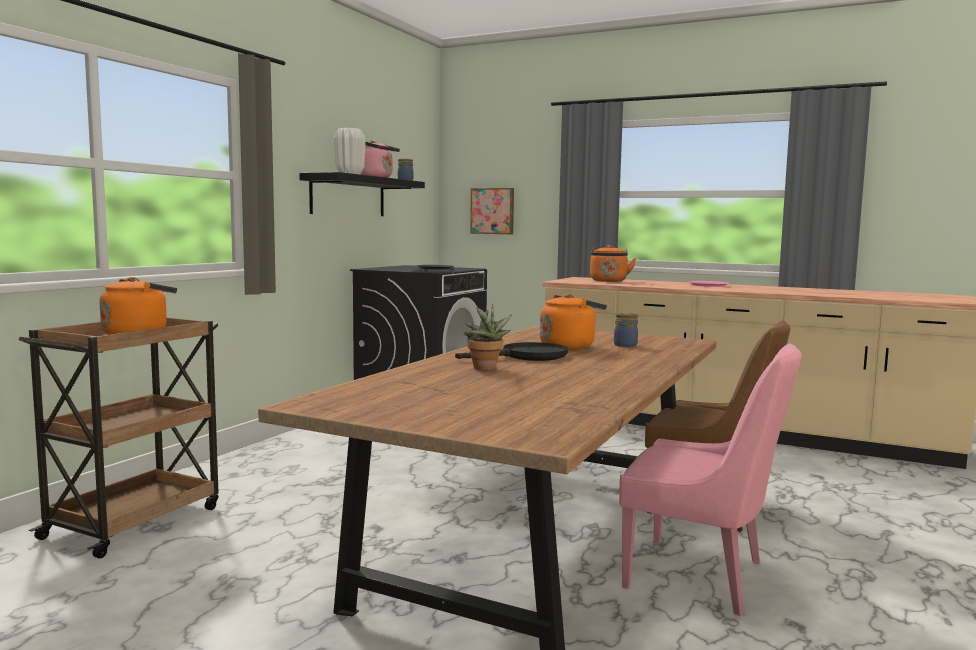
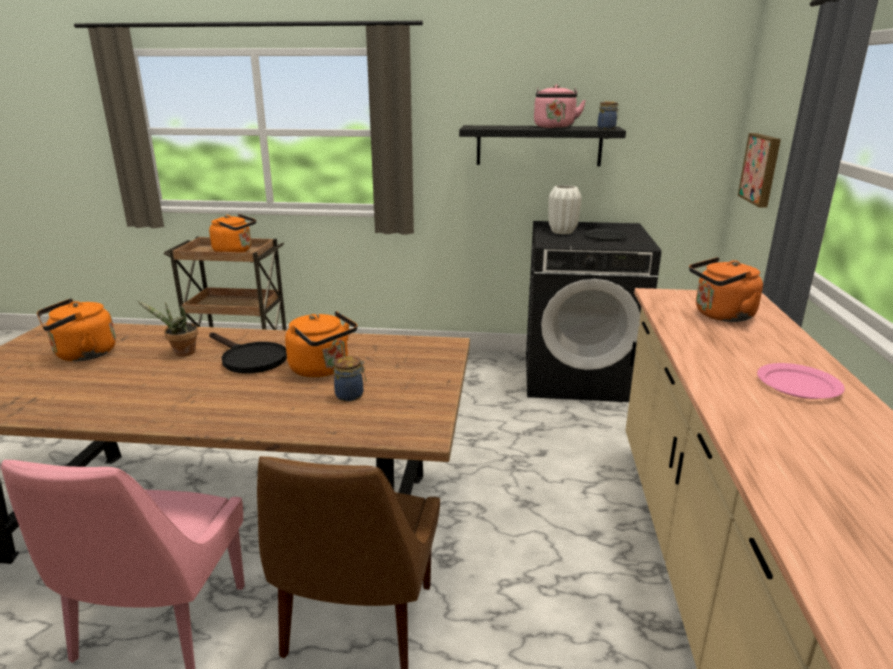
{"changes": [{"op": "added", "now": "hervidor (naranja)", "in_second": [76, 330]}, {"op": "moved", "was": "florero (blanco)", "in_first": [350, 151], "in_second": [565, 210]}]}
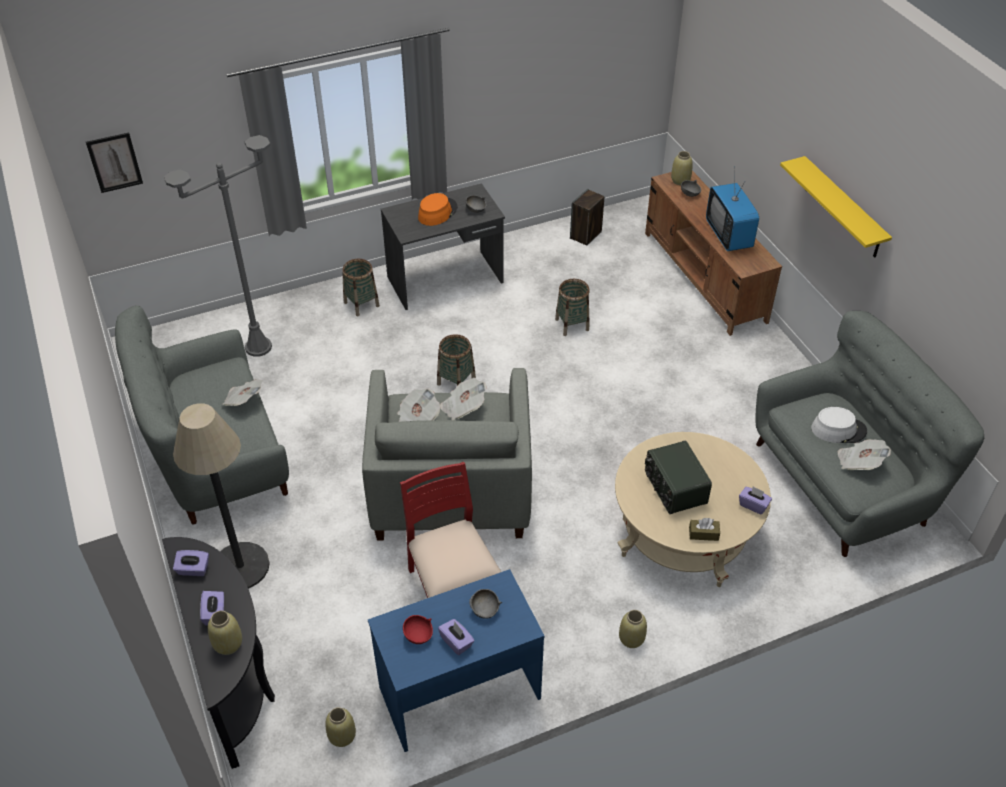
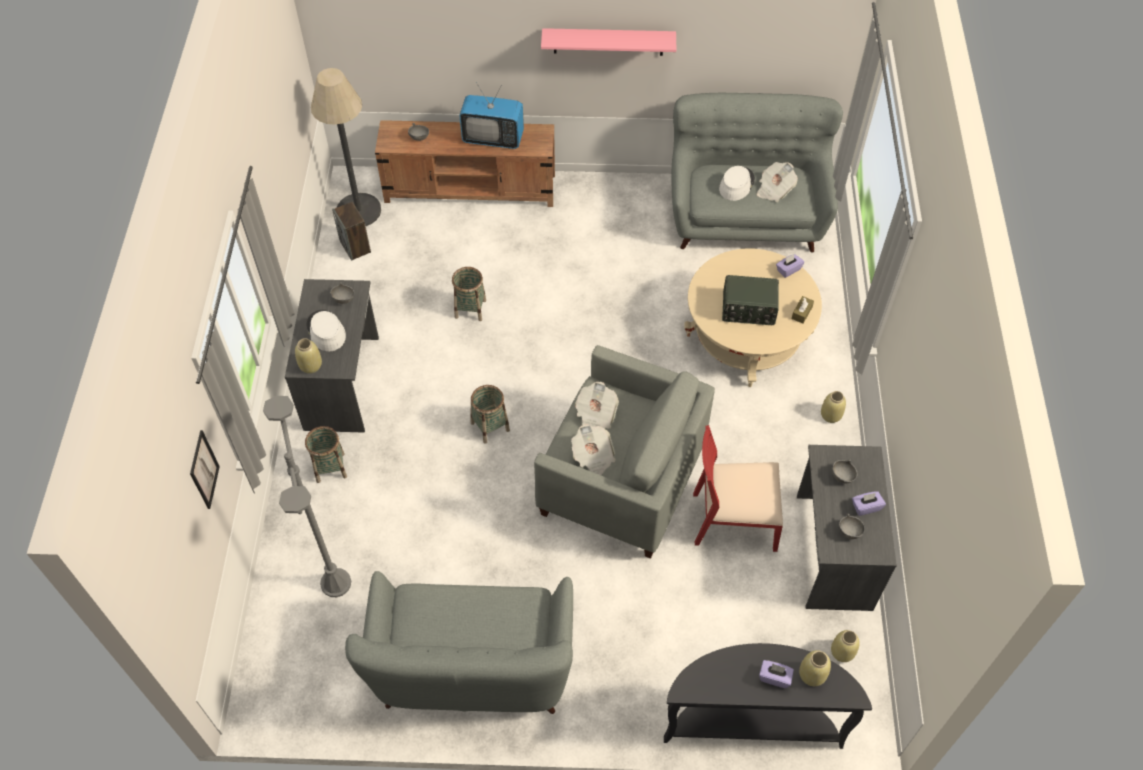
{"changes": [{"op": "removed", "was": "caja de pañuelos (morado)", "in_first": [191, 563]}, {"op": "removed", "was": "periódico", "in_first": [242, 392]}, {"op": "moved", "was": "cuadro", "in_first": [114, 163], "in_second": [205, 469]}, {"op": "moved", "was": "lámpara de pie", "in_first": [221, 495], "in_second": [346, 147]}, {"op": "moved", "was": "florero (beis)", "in_first": [682, 168], "in_second": [308, 356]}, {"op": "recoloured", "was": "escritorio (azul)", "now": "escritorio (gris)", "in_first": [456, 660], "in_second": [847, 528]}, {"op": "recoloured", "was": "cuenco (rojo)", "now": "cuenco (gris)", "in_first": [418, 629], "in_second": [852, 526]}, {"op": "recoloured", "was": "sombrero (naranja)", "now": "sombrero (blanco)", "in_first": [437, 209], "in_second": [326, 330]}, {"op": "recoloured", "was": "estante (amarillo)", "now": "estante (rosa)", "in_first": [836, 206], "in_second": [608, 42]}]}
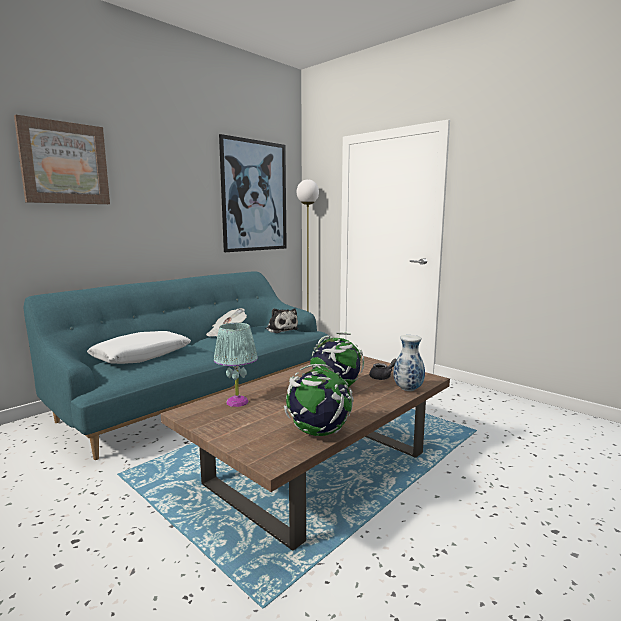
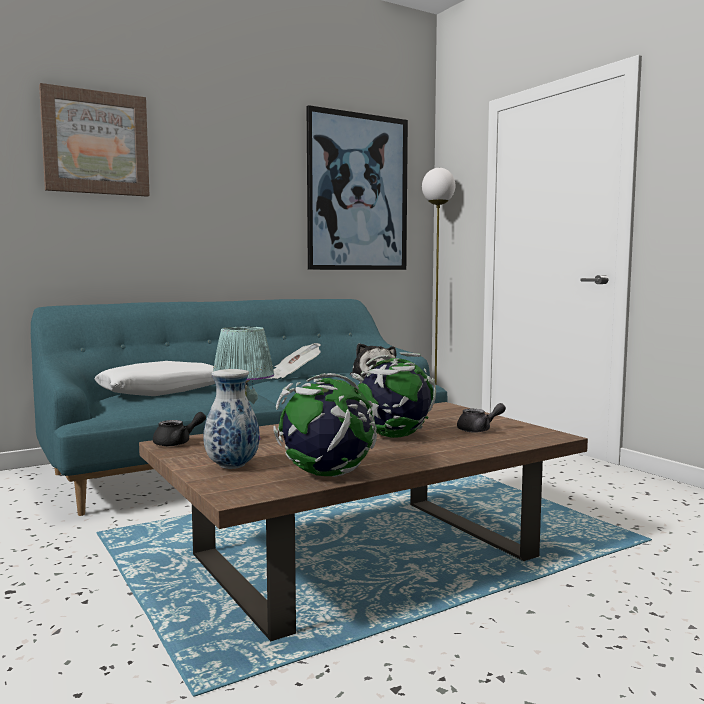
{"changes": [{"op": "added", "now": "tetera (negro)", "in_second": [179, 429]}, {"op": "moved", "was": "florero", "in_first": [409, 363], "in_second": [231, 419]}]}
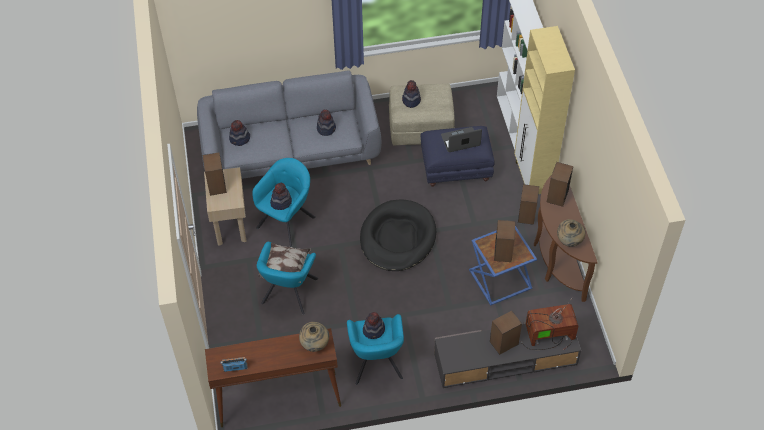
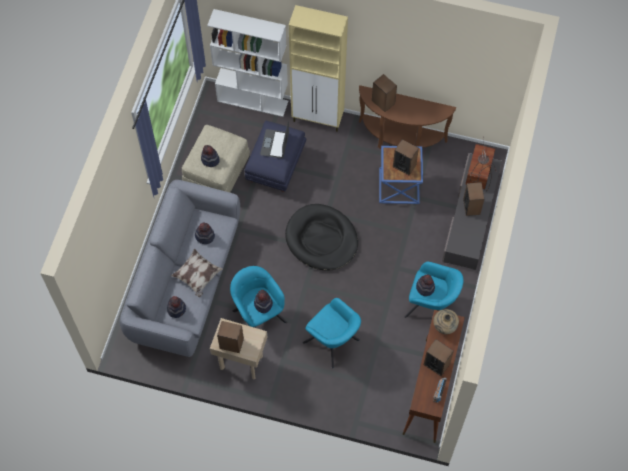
{"changes": [{"op": "removed", "was": "florero (beis)", "in_first": [571, 233]}, {"op": "moved", "was": "cojín", "in_first": [284, 263], "in_second": [197, 273]}, {"op": "moved", "was": "altavoz", "in_first": [528, 204], "in_second": [439, 357]}]}
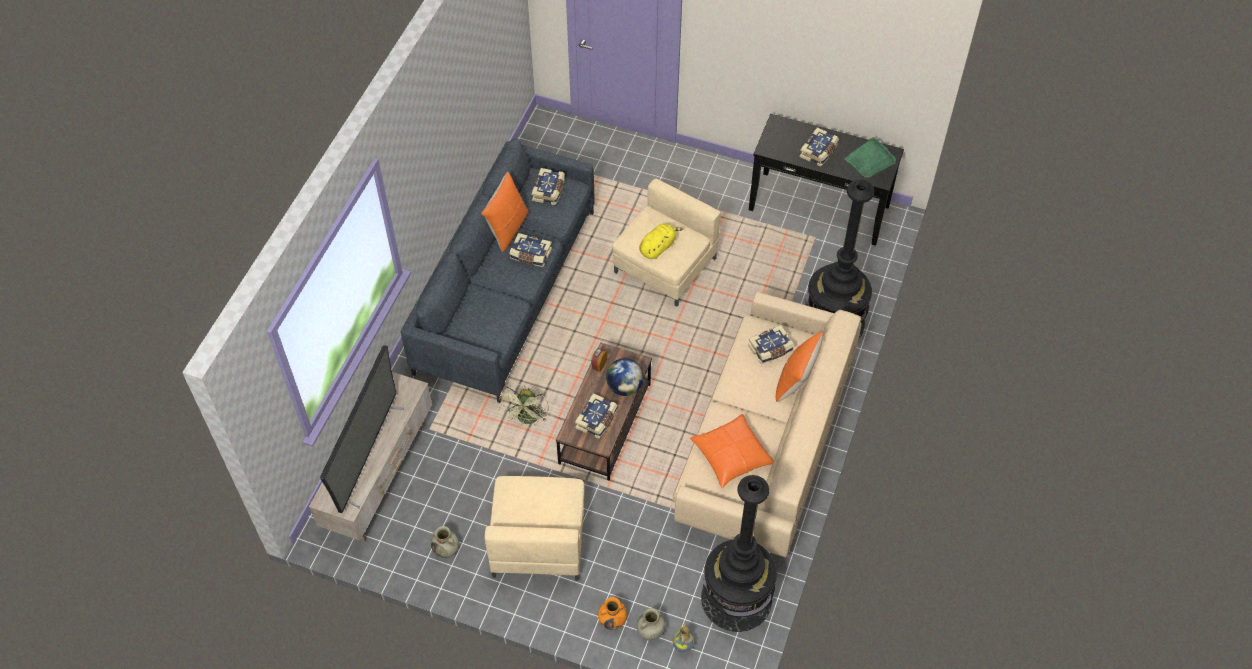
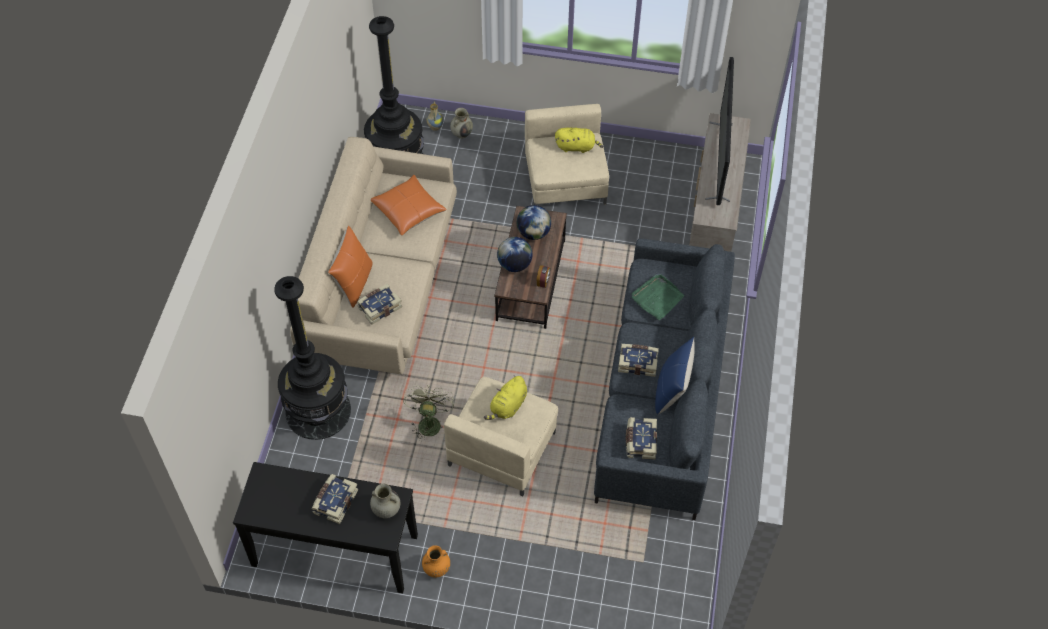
{"changes": [{"op": "added", "now": "peluche (amarillo)", "in_second": [579, 140]}, {"op": "moved", "was": "florero (beis)", "in_first": [445, 542], "in_second": [385, 501]}, {"op": "moved", "was": "ventilador (verde)", "in_first": [524, 404], "in_second": [428, 413]}, {"op": "moved", "was": "florero (naranja)", "in_first": [612, 613], "in_second": [436, 561]}, {"op": "moved", "was": "bandeja (verde)", "in_first": [870, 157], "in_second": [658, 297]}, {"op": "replaced", "was": "libro", "now": "globo terráqueo", "in_first": [596, 416], "in_second": [534, 222]}, {"op": "recoloured", "was": "cojín (naranja)", "now": "cojín (azul)", "in_first": [504, 212], "in_second": [675, 376]}]}
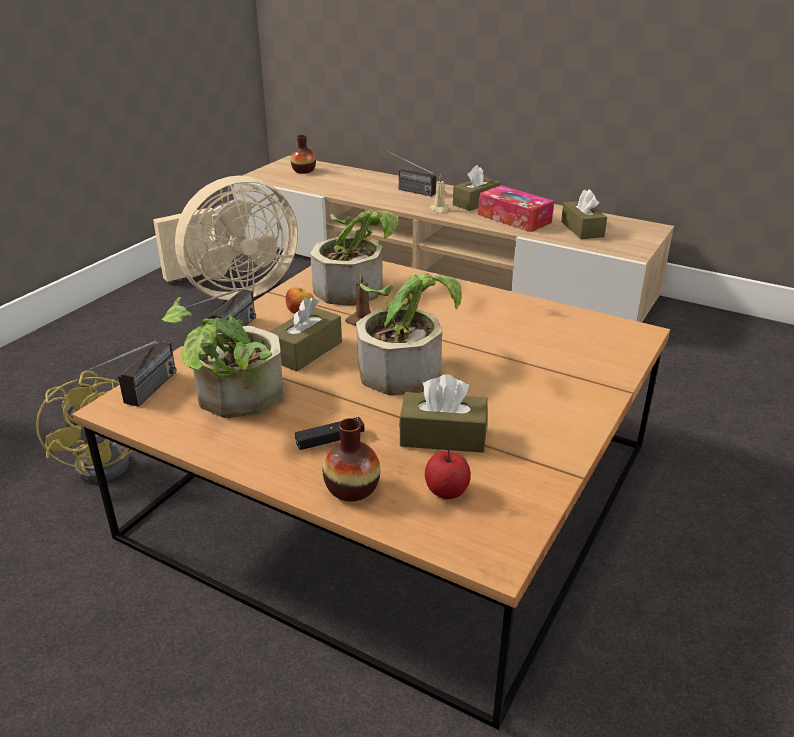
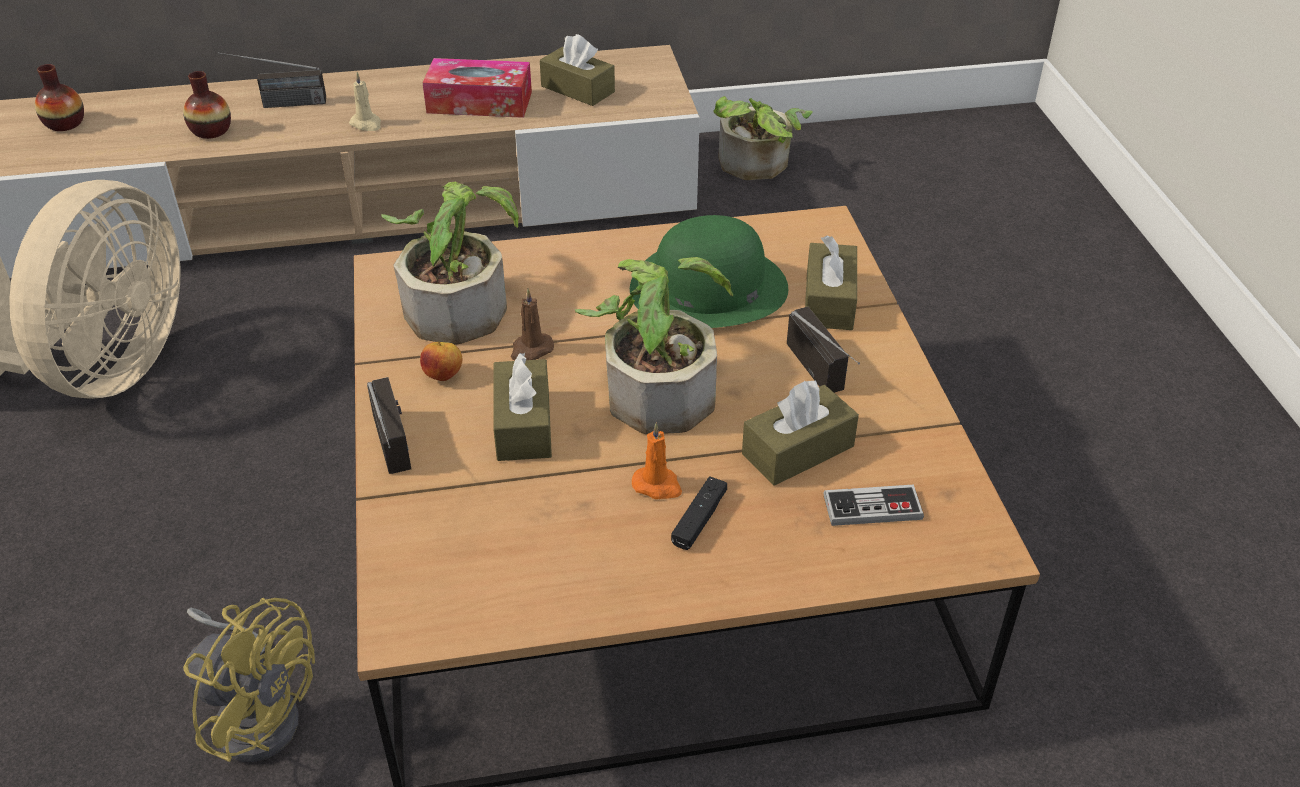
{"changes": [{"op": "added", "now": "sombrero (verde)", "in_second": [709, 271]}, {"op": "added", "now": "vela (naranja)", "in_second": [657, 461]}, {"op": "moved", "was": "radio", "in_first": [132, 374], "in_second": [823, 350]}, {"op": "moved", "was": "planta en maceta", "in_first": [222, 357], "in_second": [763, 138]}, {"op": "moved", "was": "florero", "in_first": [351, 460], "in_second": [207, 105]}, {"op": "moved", "was": "caja de pañuelos (marrón)", "in_first": [476, 188], "in_second": [831, 283]}, {"op": "replaced", "was": "manzana", "now": "mando de consola", "in_first": [448, 474], "in_second": [873, 505]}]}
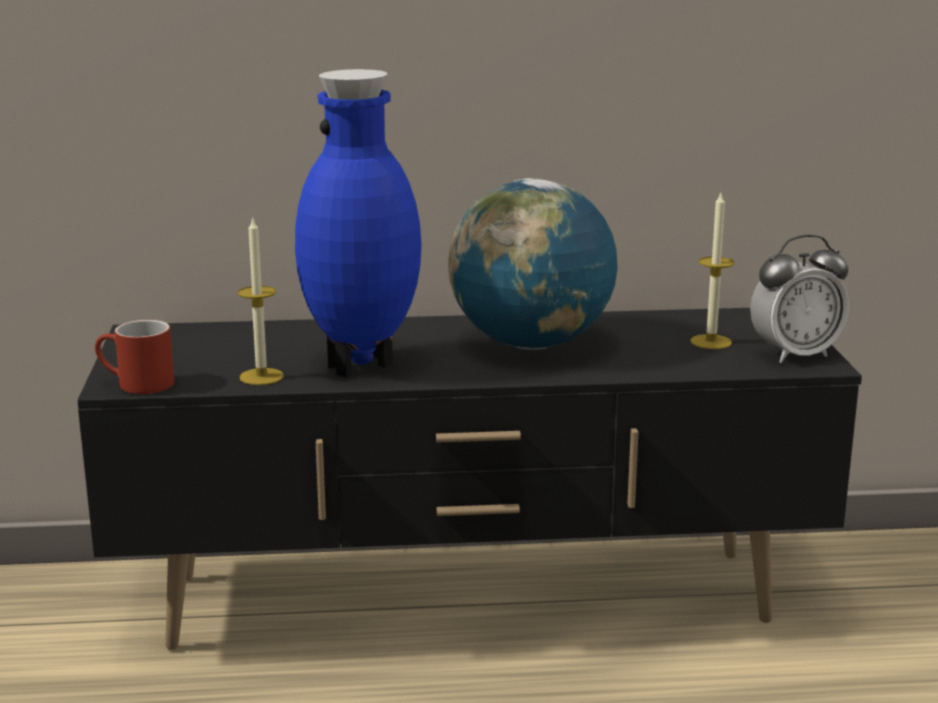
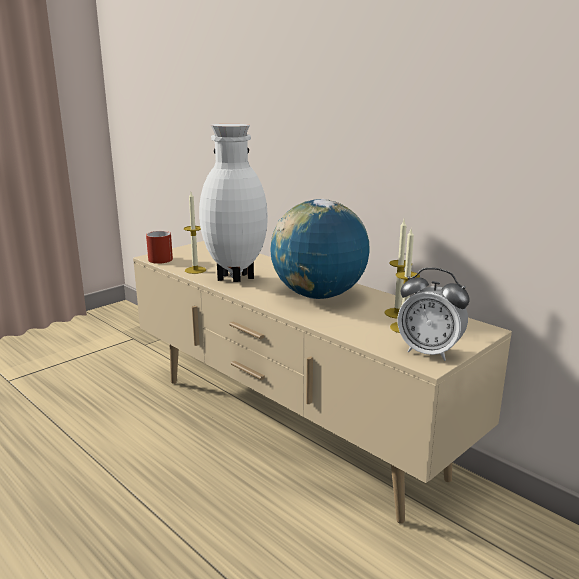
{"changes": [{"op": "added", "now": "vela", "in_second": [395, 269]}, {"op": "recoloured", "was": "mueble de televisión (negro)", "now": "mueble de televisión (beis)", "in_first": [469, 479], "in_second": [322, 382]}, {"op": "recoloured", "was": "florero (azul)", "now": "florero (blanco)", "in_first": [358, 223], "in_second": [233, 203]}]}
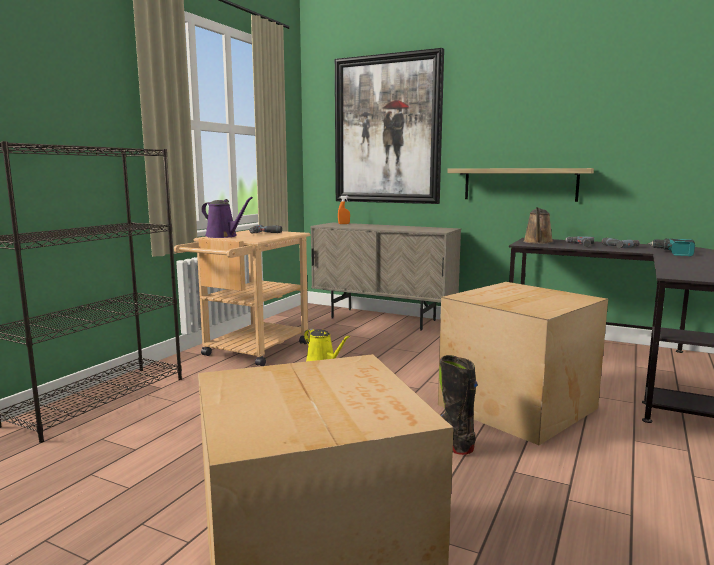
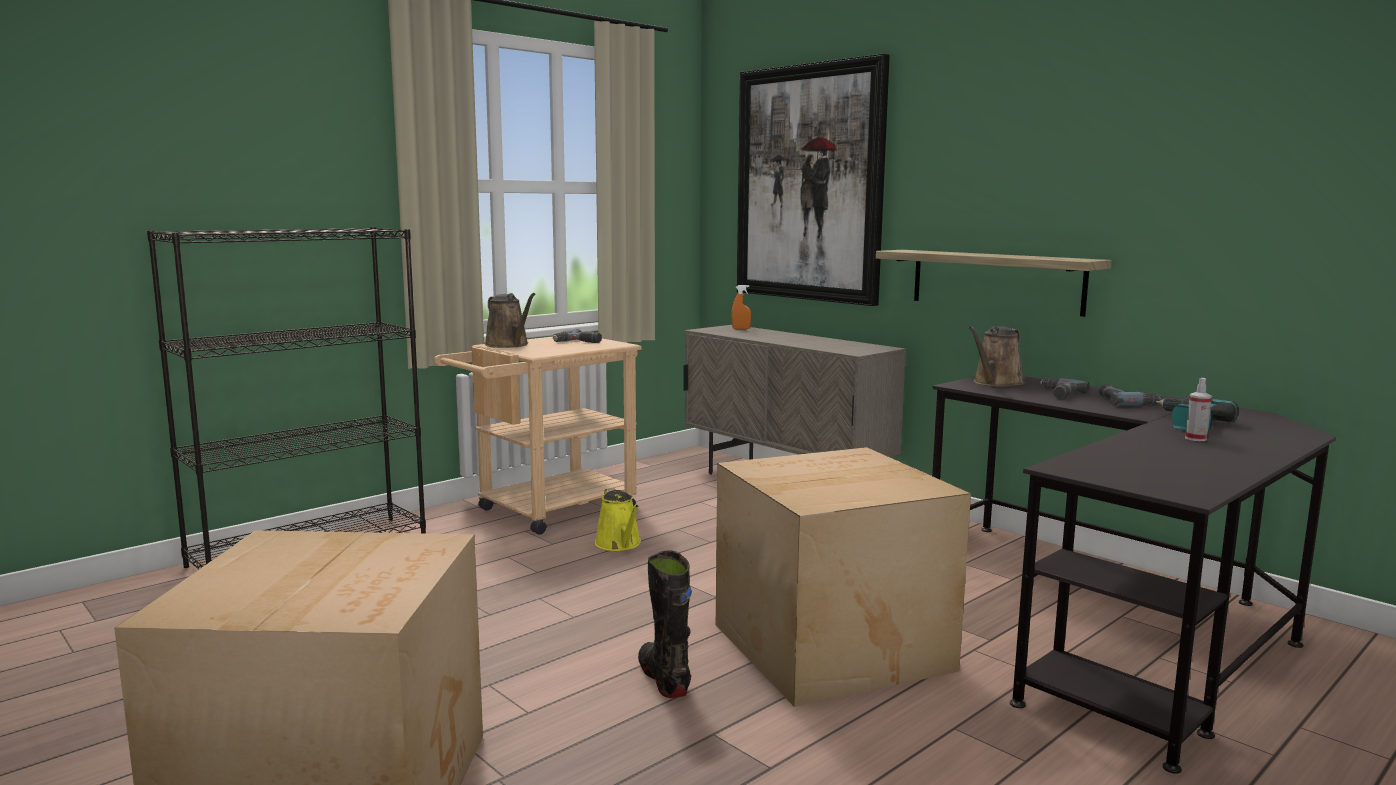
{"changes": [{"op": "added", "now": "pulverizador", "in_second": [1198, 409]}, {"op": "recoloured", "was": "regadera (morado)", "now": "regadera (marrón)", "in_first": [227, 217], "in_second": [510, 320]}]}
